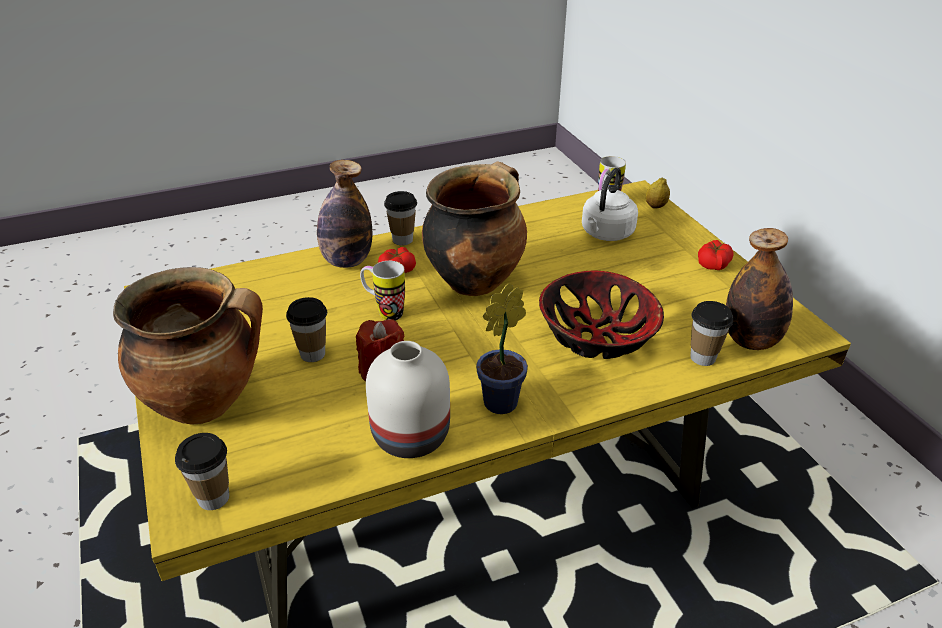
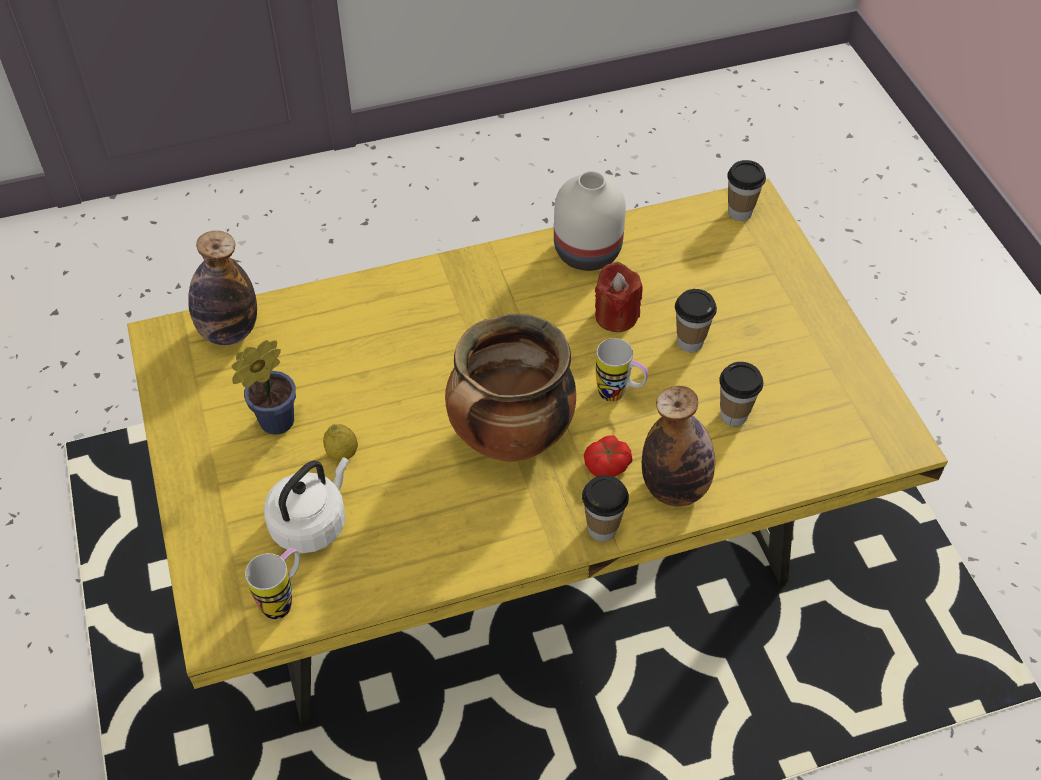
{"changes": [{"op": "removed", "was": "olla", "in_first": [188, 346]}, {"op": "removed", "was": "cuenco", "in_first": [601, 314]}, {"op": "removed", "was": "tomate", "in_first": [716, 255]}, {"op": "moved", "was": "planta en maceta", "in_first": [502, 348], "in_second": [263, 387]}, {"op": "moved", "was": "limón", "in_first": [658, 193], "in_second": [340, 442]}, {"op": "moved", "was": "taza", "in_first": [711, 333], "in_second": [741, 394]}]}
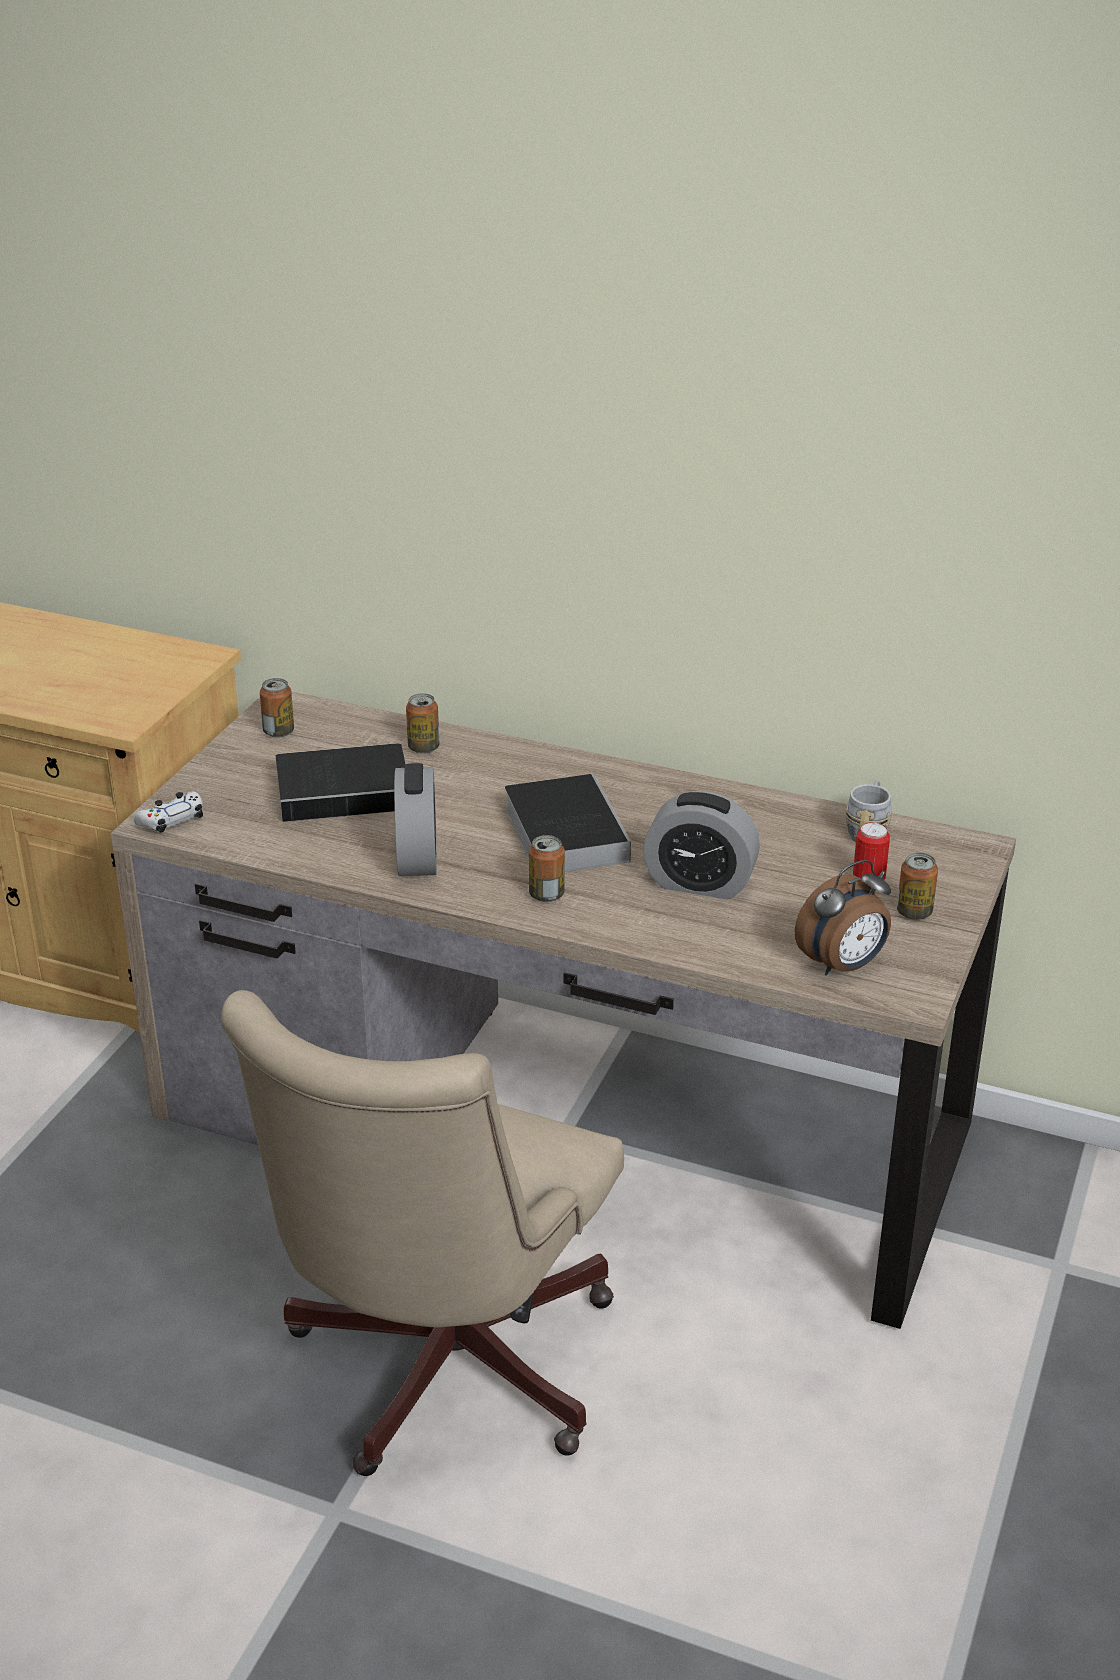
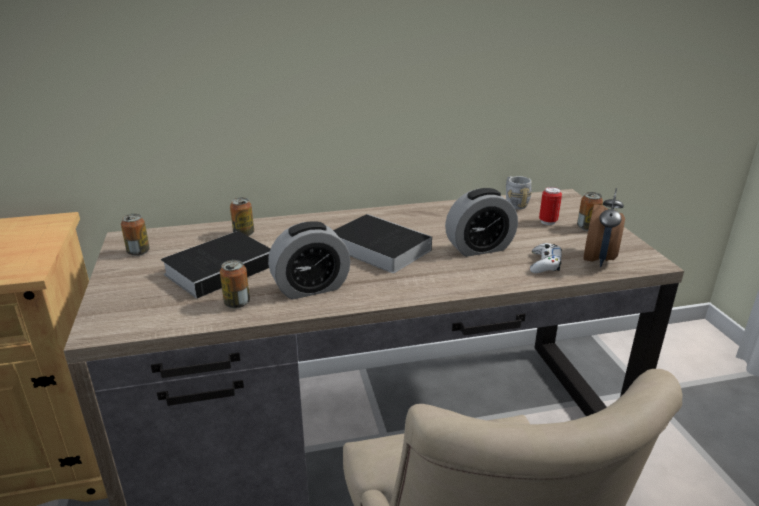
{"changes": [{"op": "moved", "was": "mando de consola (blanco)", "in_first": [168, 812], "in_second": [546, 258]}, {"op": "moved", "was": "lata", "in_first": [547, 868], "in_second": [235, 284]}, {"op": "turned", "was": "despertador", "in_first": [415, 819], "in_second": [309, 260], "clockwise": 105}]}
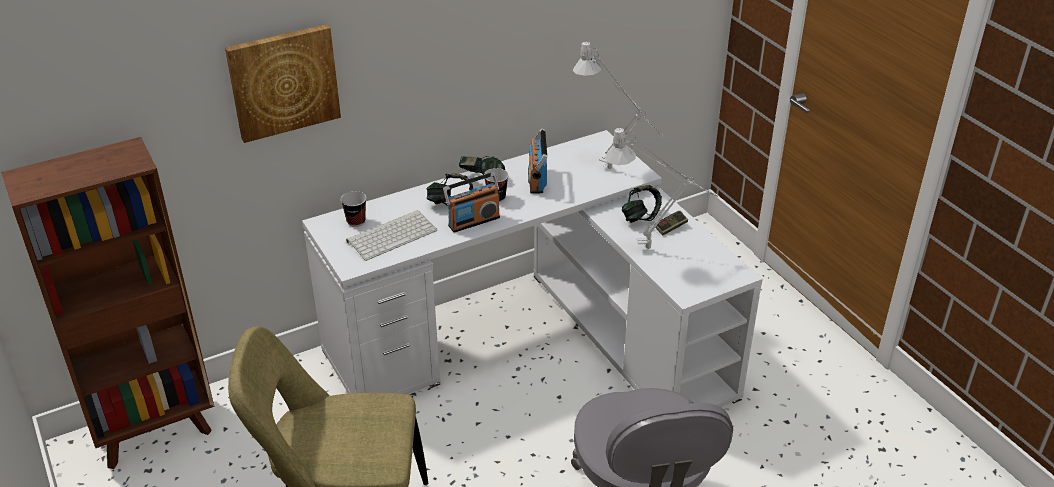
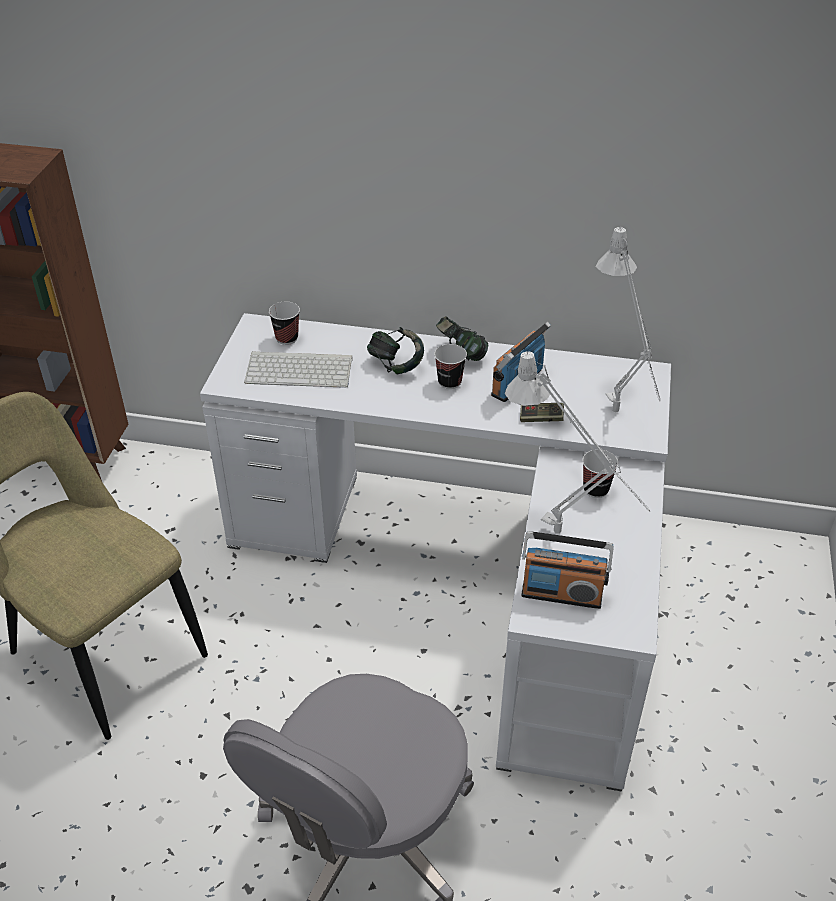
{"changes": [{"op": "removed", "was": "cuadro", "in_first": [283, 83]}, {"op": "moved", "was": "radio", "in_first": [471, 202], "in_second": [567, 570]}, {"op": "moved", "was": "mando de consola", "in_first": [671, 223], "in_second": [542, 412]}, {"op": "replaced", "was": "auriculares", "now": "taza", "in_first": [642, 204], "in_second": [600, 473]}]}
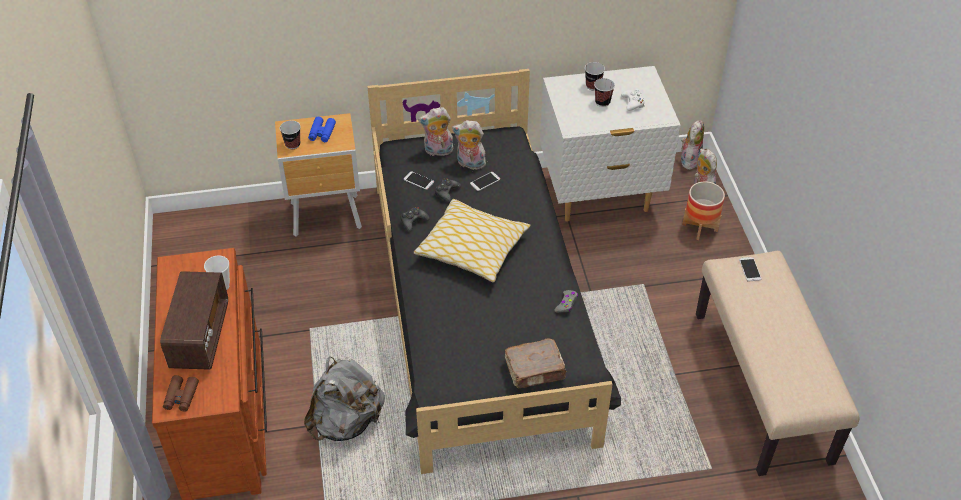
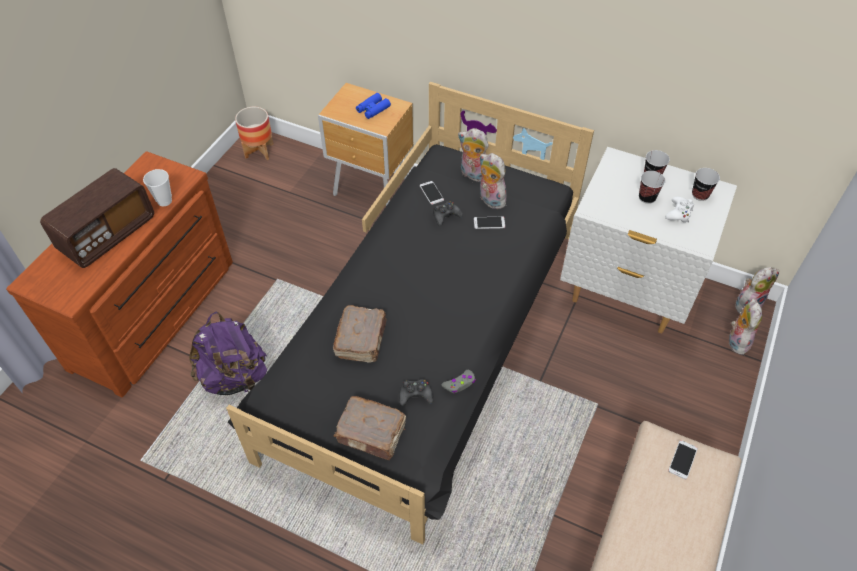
{"changes": [{"op": "removed", "was": "prismáticos (marrón)", "in_first": [181, 393]}, {"op": "removed", "was": "cojín", "in_first": [472, 241]}, {"op": "added", "now": "libro (marrón)", "in_second": [360, 334]}, {"op": "moved", "was": "taza", "in_first": [290, 134], "in_second": [706, 184]}, {"op": "moved", "was": "mando de consola (negro)", "in_first": [415, 219], "in_second": [416, 392]}, {"op": "moved", "was": "maceta", "in_first": [703, 210], "in_second": [254, 133]}, {"op": "recoloured", "was": "mochila (gris)", "now": "mochila (morado)", "in_first": [344, 398], "in_second": [228, 353]}]}
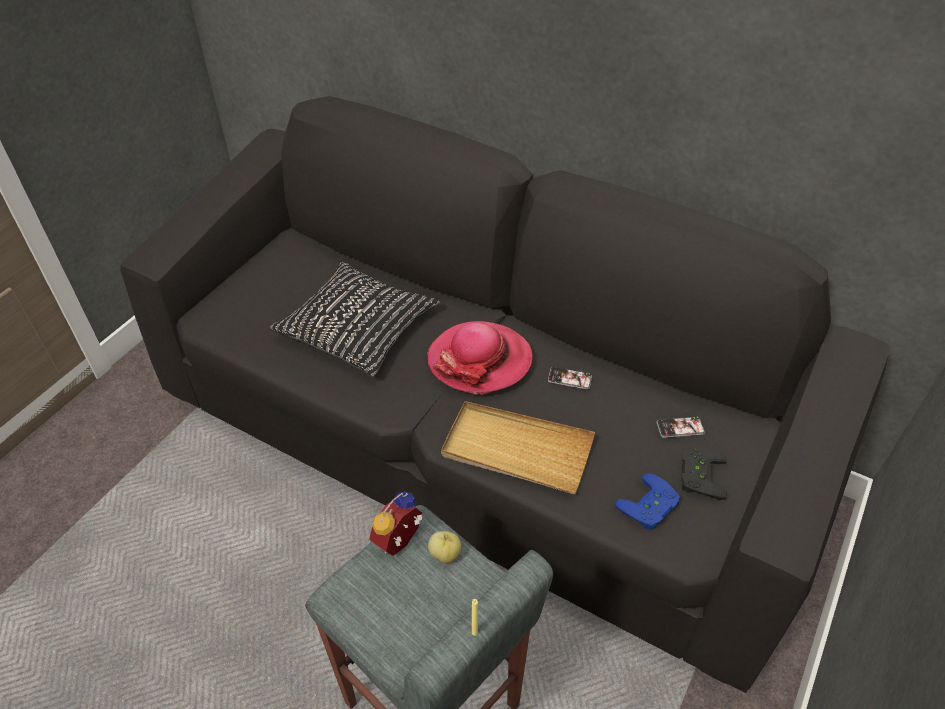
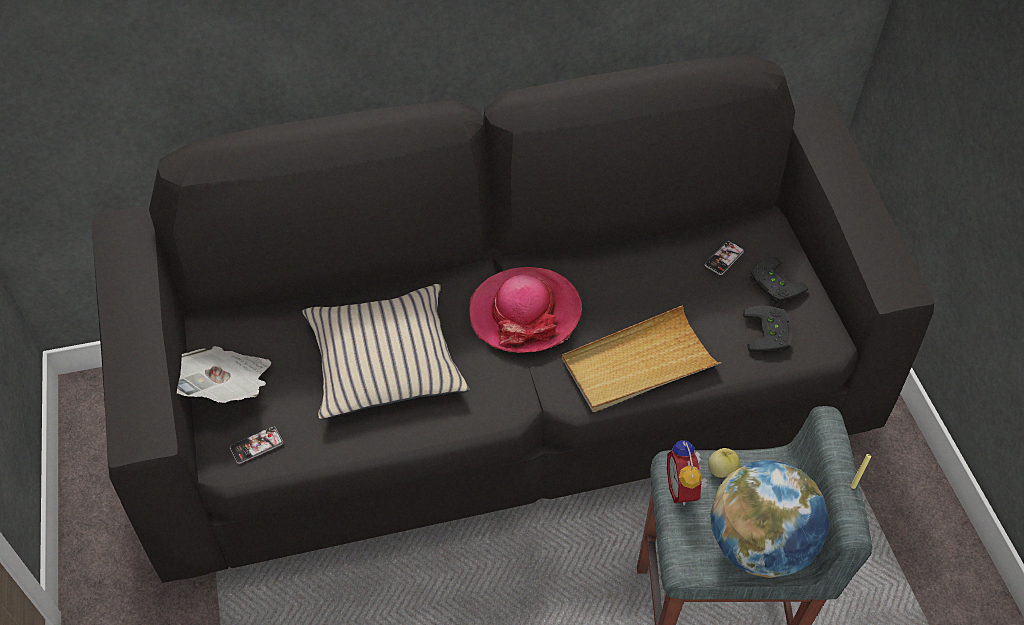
{"changes": [{"op": "added", "now": "periódico", "in_second": [224, 374]}, {"op": "added", "now": "globo terráqueo", "in_second": [769, 519]}, {"op": "moved", "was": "móvil", "in_first": [570, 378], "in_second": [256, 445]}, {"op": "recoloured", "was": "cojín (negro)", "now": "cojín (beis)", "in_first": [355, 319], "in_second": [386, 351]}, {"op": "recoloured", "was": "mando de consola (azul)", "now": "mando de consola (negro)", "in_first": [647, 501], "in_second": [767, 329]}]}
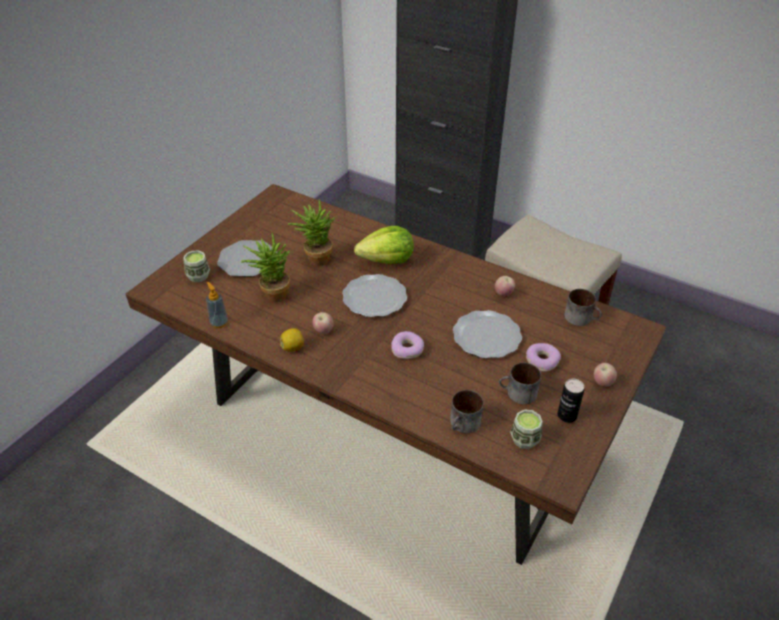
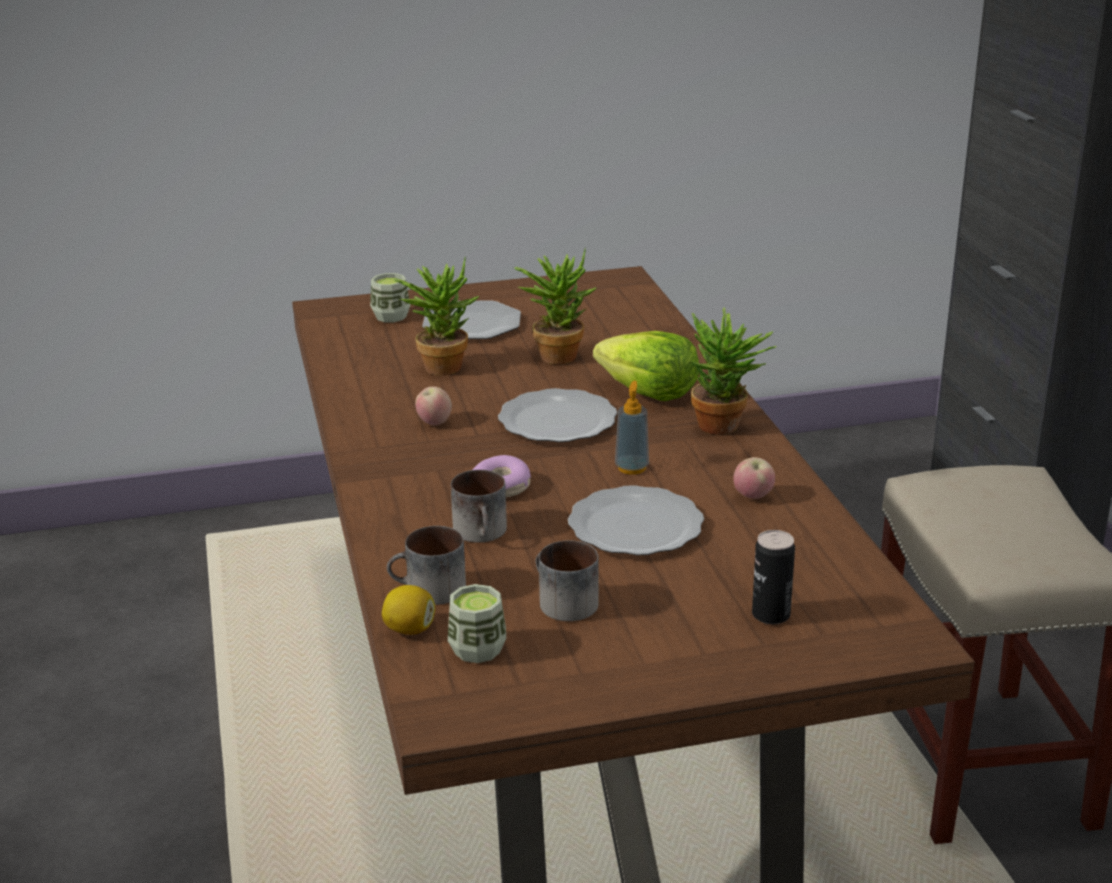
{"changes": [{"op": "removed", "was": "rosquilla", "in_first": [543, 357]}, {"op": "removed", "was": "manzana", "in_first": [605, 375]}, {"op": "added", "now": "planta en maceta", "in_second": [732, 371]}, {"op": "moved", "was": "dispensador de jabón", "in_first": [217, 305], "in_second": [632, 428]}, {"op": "moved", "was": "limón", "in_first": [292, 340], "in_second": [408, 610]}, {"op": "moved", "was": "lata", "in_first": [570, 401], "in_second": [773, 577]}, {"op": "moved", "was": "taza grande", "in_first": [583, 307], "in_second": [479, 506]}]}
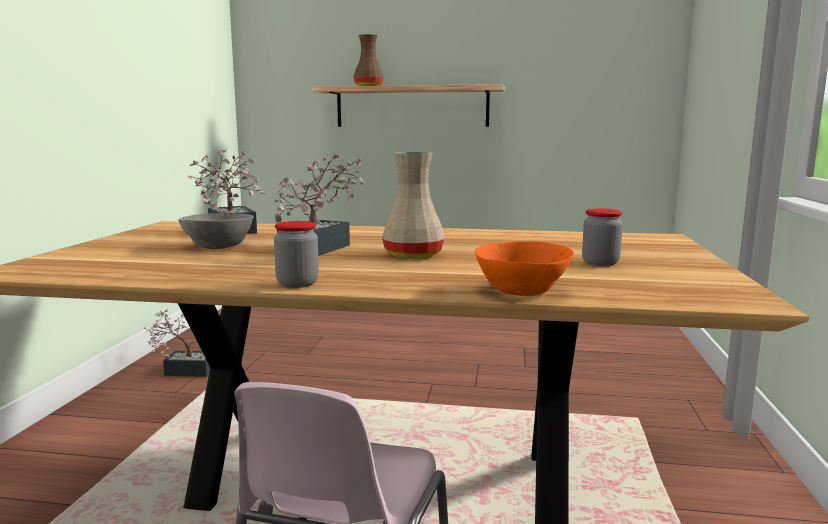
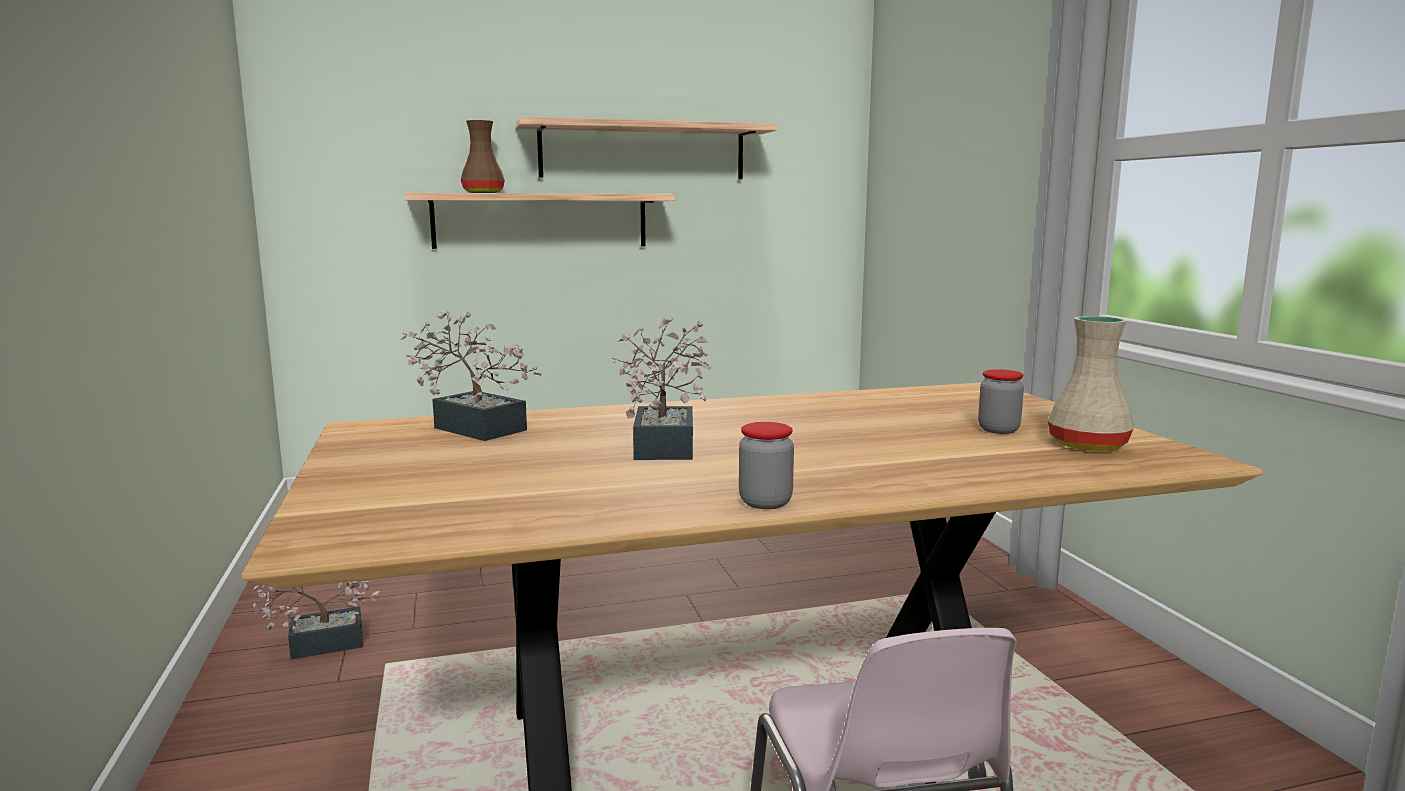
{"changes": [{"op": "removed", "was": "cuenco (gris)", "in_first": [215, 231]}, {"op": "removed", "was": "cuenco (naranja)", "in_first": [524, 268]}, {"op": "added", "now": "estante", "in_second": [647, 148]}, {"op": "moved", "was": "florero (beis)", "in_first": [413, 205], "in_second": [1091, 383]}]}
